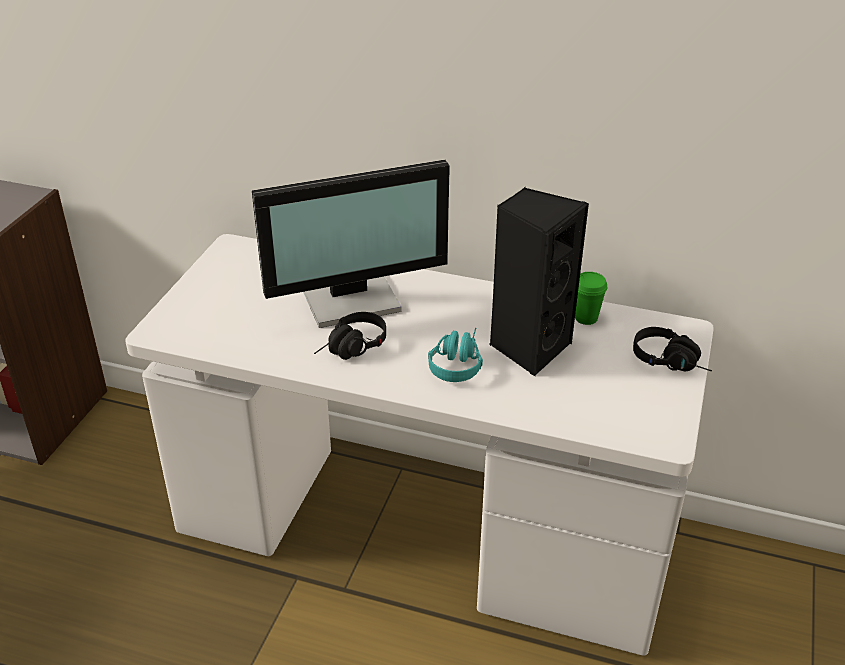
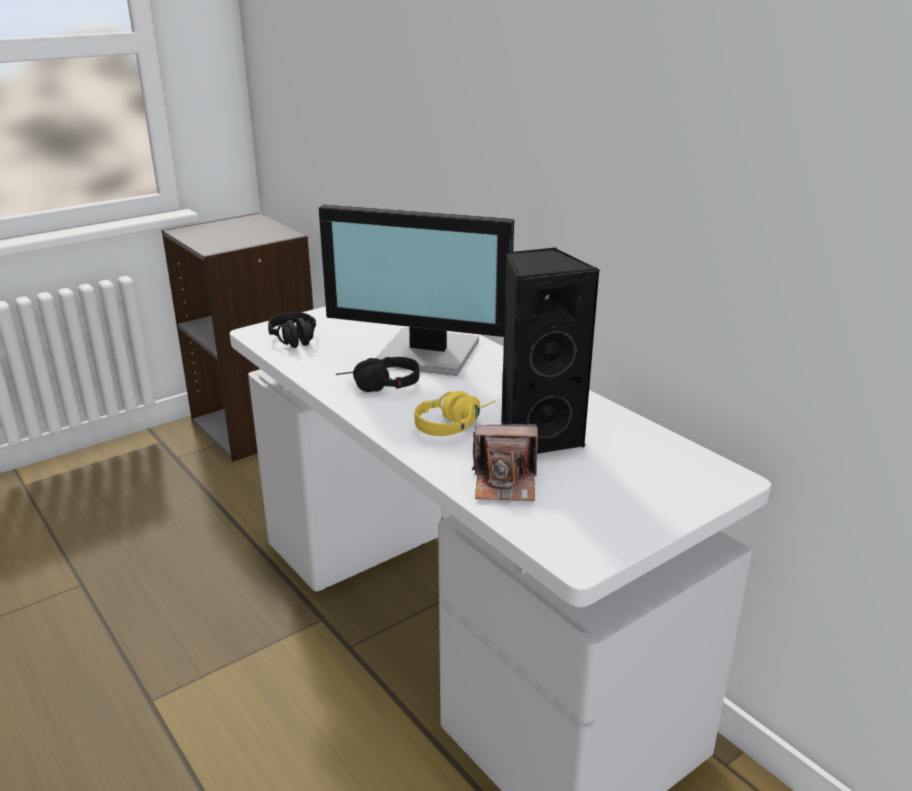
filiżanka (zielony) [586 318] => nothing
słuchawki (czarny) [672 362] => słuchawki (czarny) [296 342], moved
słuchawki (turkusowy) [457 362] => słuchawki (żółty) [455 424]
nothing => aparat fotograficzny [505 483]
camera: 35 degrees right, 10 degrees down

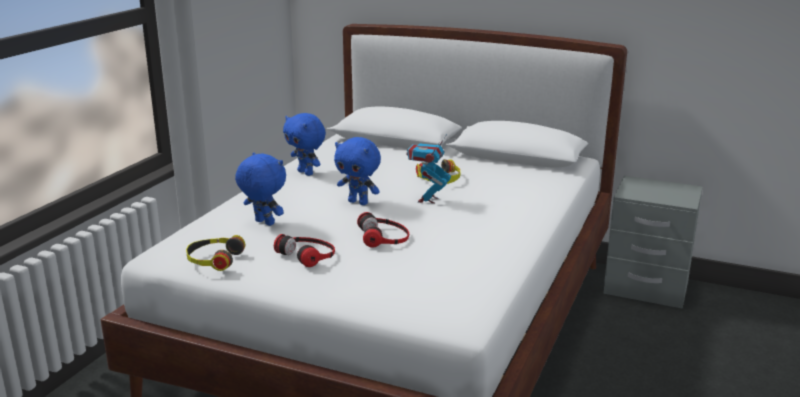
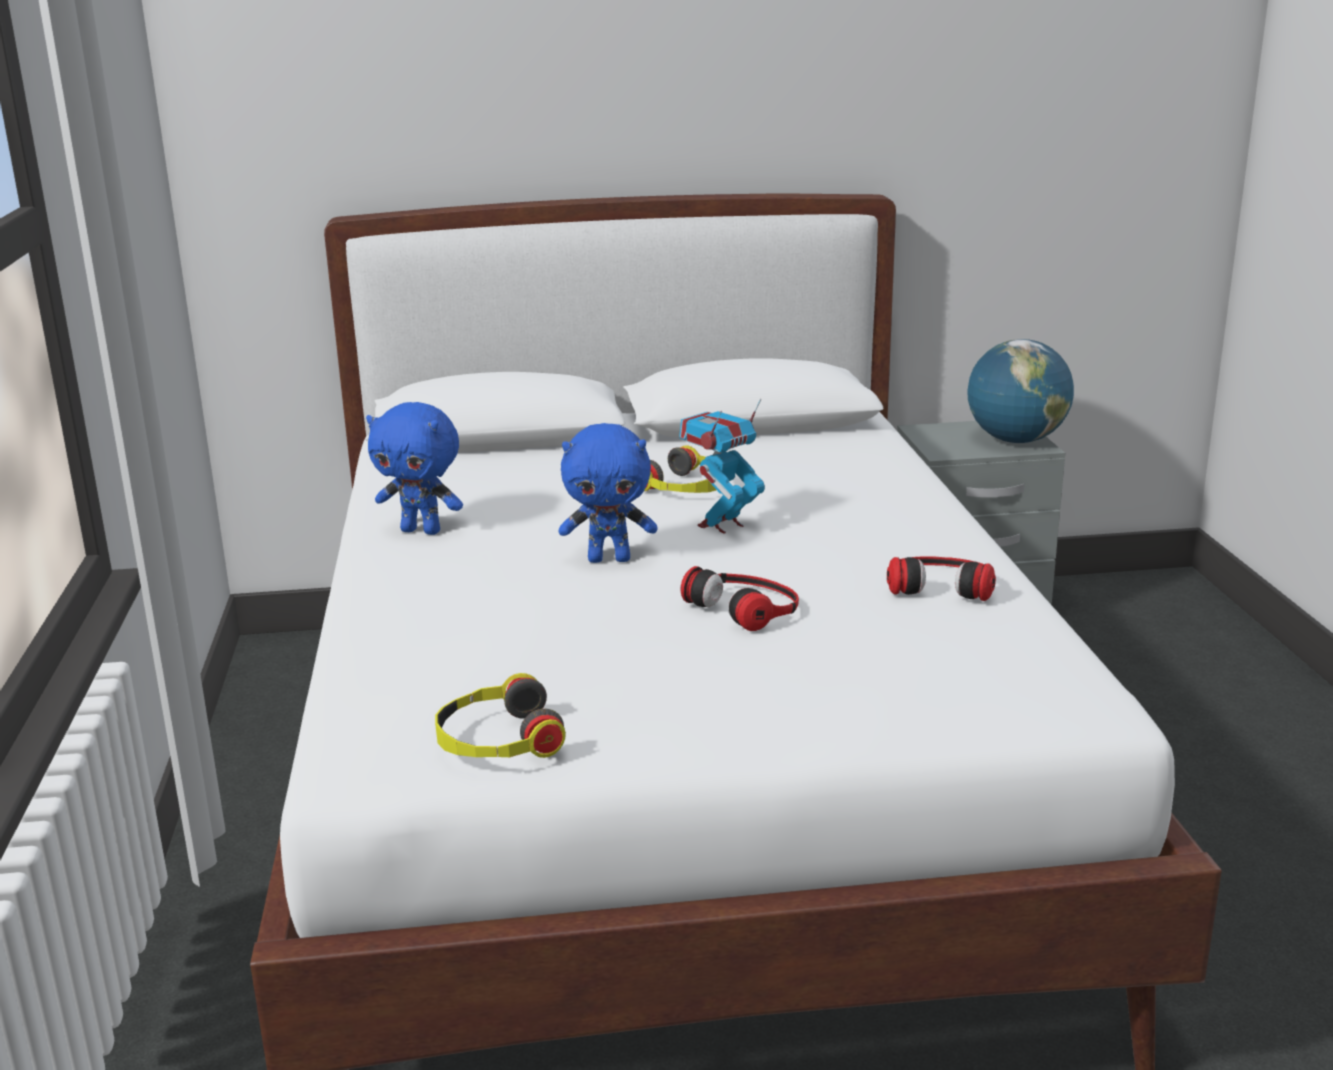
robot zabawkowy [428 200] => robot zabawkowy [721 525], 60 degrees clockwise
pluszak (niebieski) [263 223] => nothing
słuchawki [308 254] => słuchawki [940 584], moved
nothing => globus [1016 440]
camera: 30 degrees left, 0 degrees up

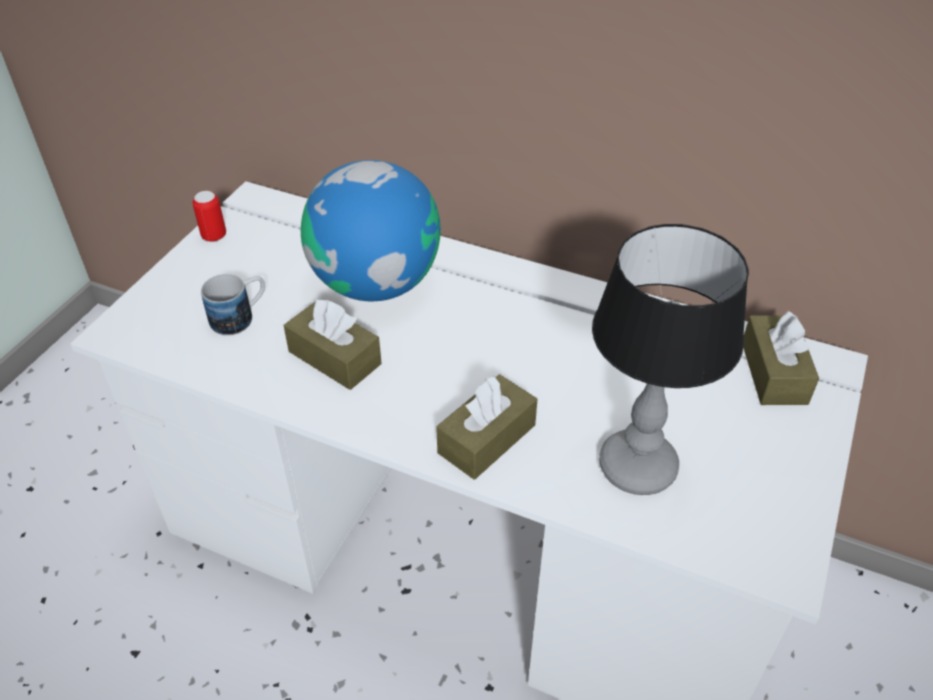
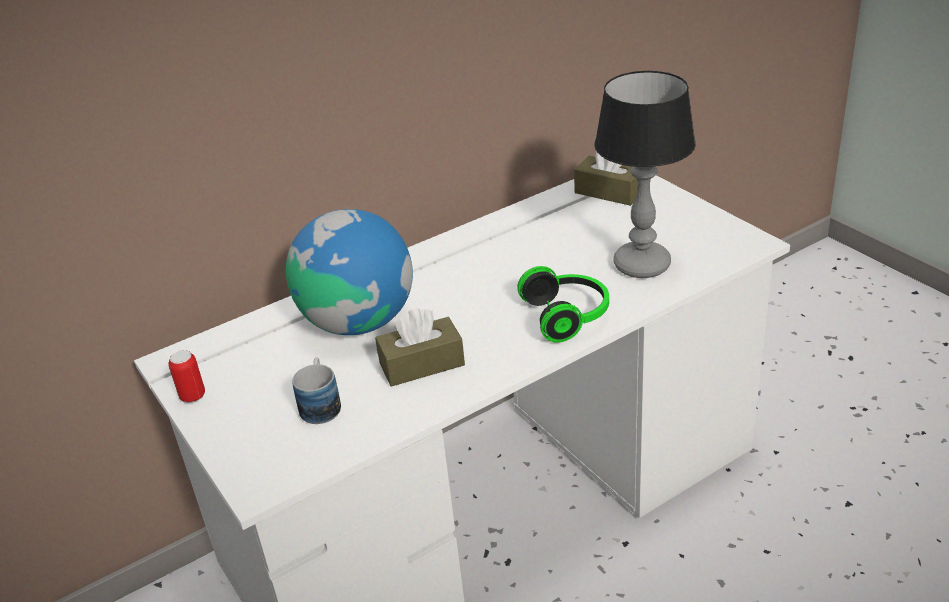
pudełko chusteczek (brązowy) [486 439] => słuchawki [568 316]
camera: 55 degrees left, 10 degrees down

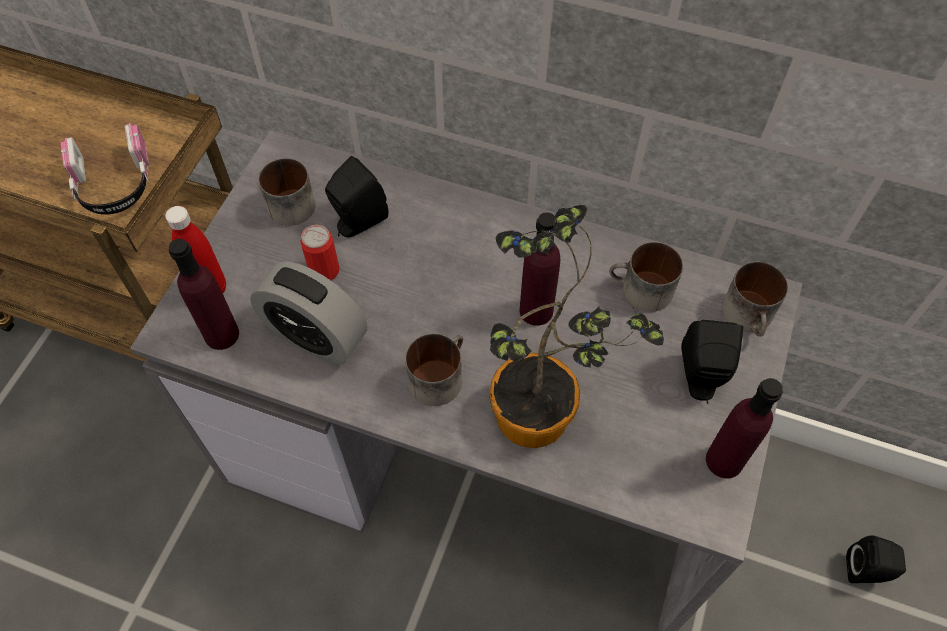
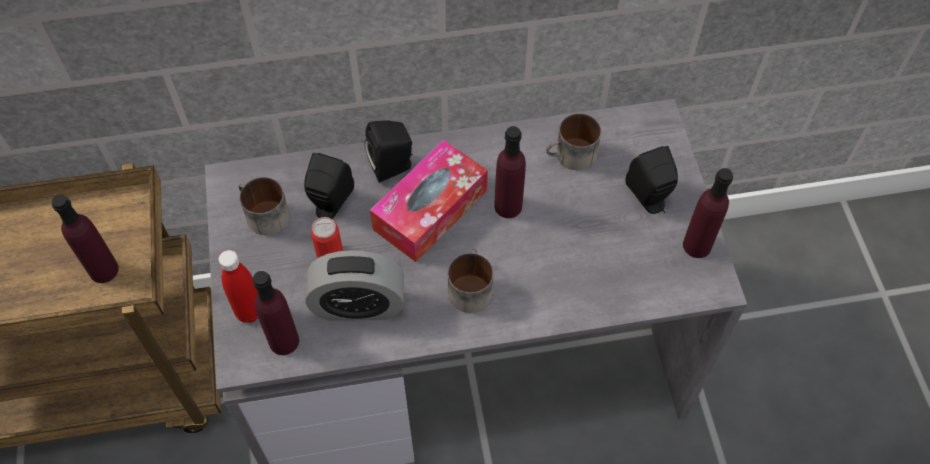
słuchawki [114 185] => butelka (fioletowy) [104 270]
roślina doniczkowa [543 417] => nothing
kubek [750 317] => nothing
głośnik (czarny) [867 571] => głośnik (czarny) [393 166], moved
nothing => pudełko chusteczek [430 210]
camera: 30 degrees left, 0 degrees up

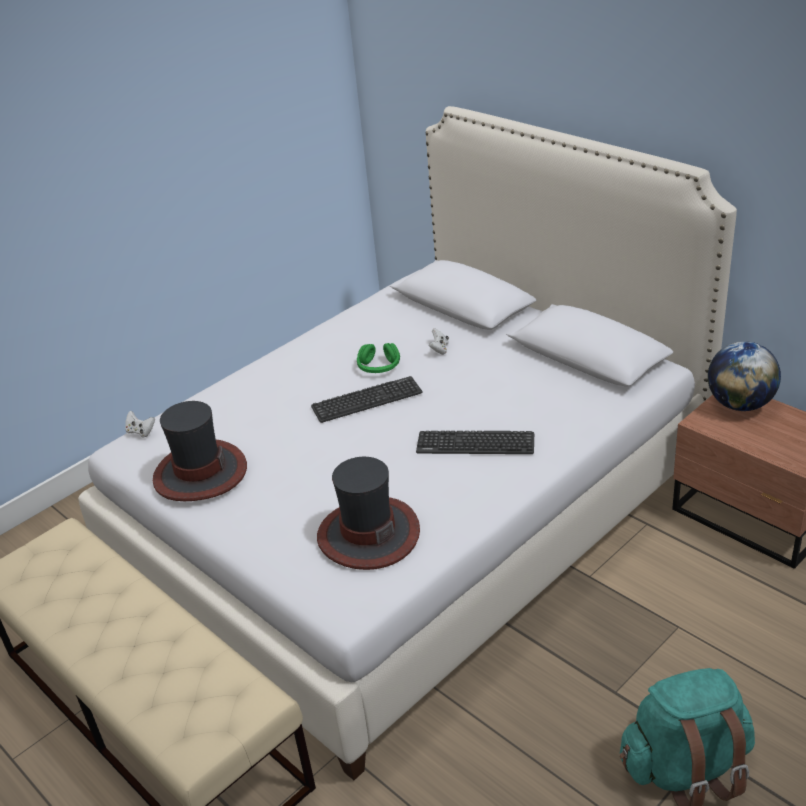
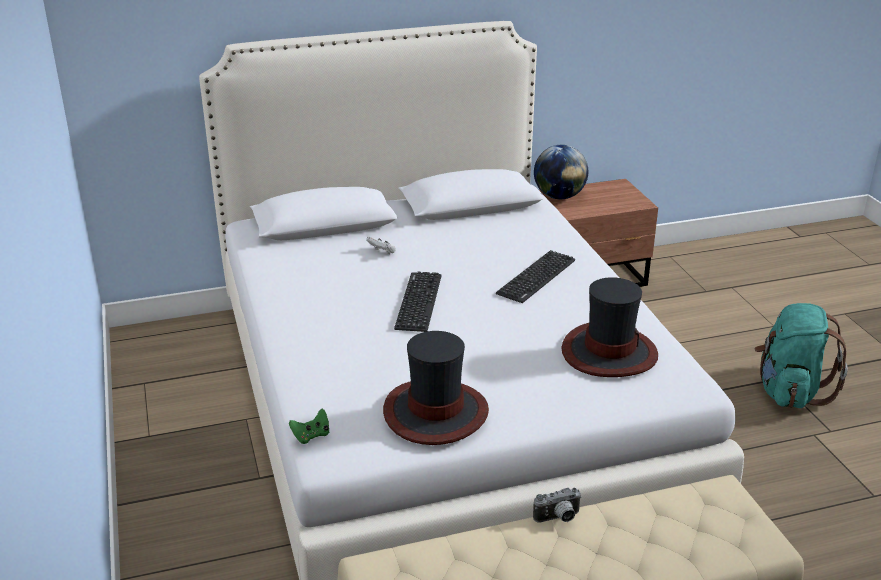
słuchawki (zielony) [379 367] => nothing
pad do gier (biały) [141 432] => pad do gier (zielony) [311 436]
nothing => aparat fotograficzny [558 519]
camera: 65 degrees left, 5 degrees down

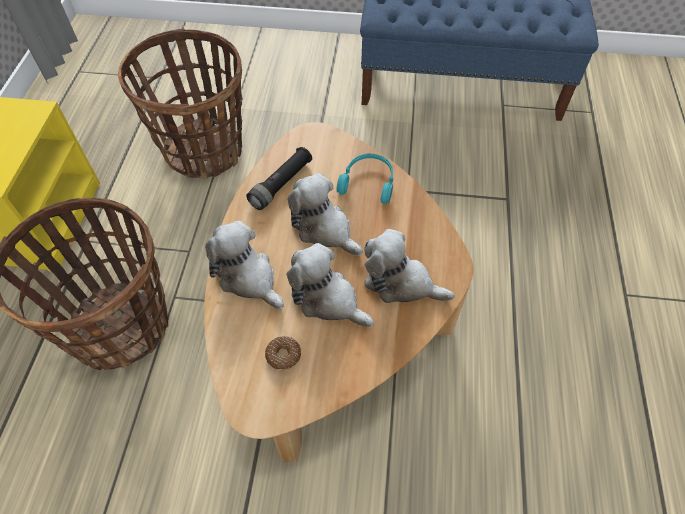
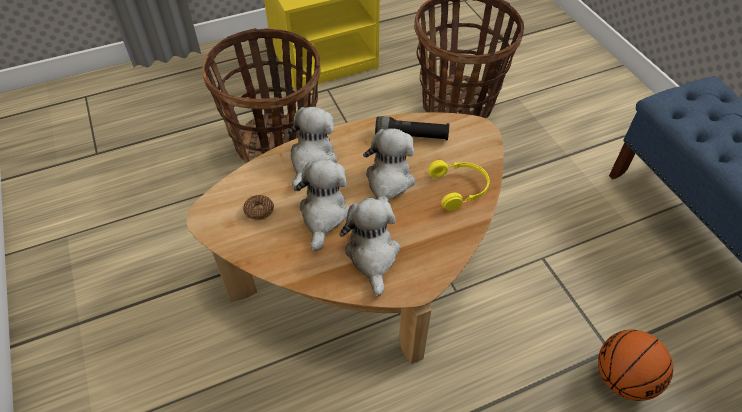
słuchawki (turkusowy) [368 182] => słuchawki (żółty) [460 188]
nothing => piłka do koszykówki [623 378]
camera: 60 degrees right, 5 degrees down

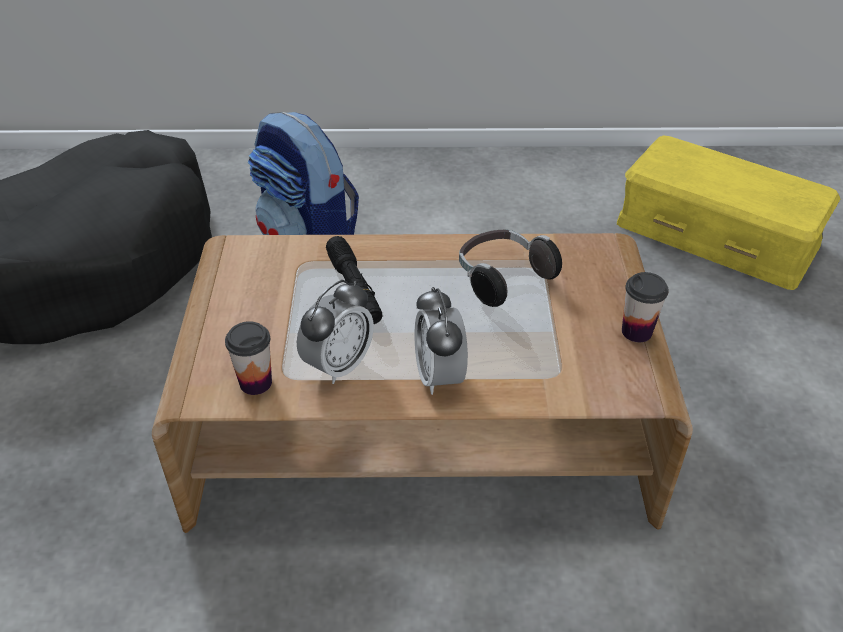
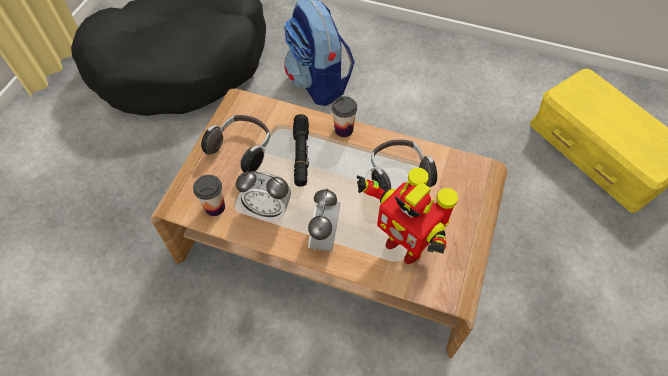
filiżanka [636 331] => filiżanka [343 130], moved
budzik [338 365] => budzik [267 210], 45 degrees clockwise
nothing => słuchawki [242 149]
nothing => robot zabawkowy [404 244]
camera: 20 degrees right, 15 degrees up

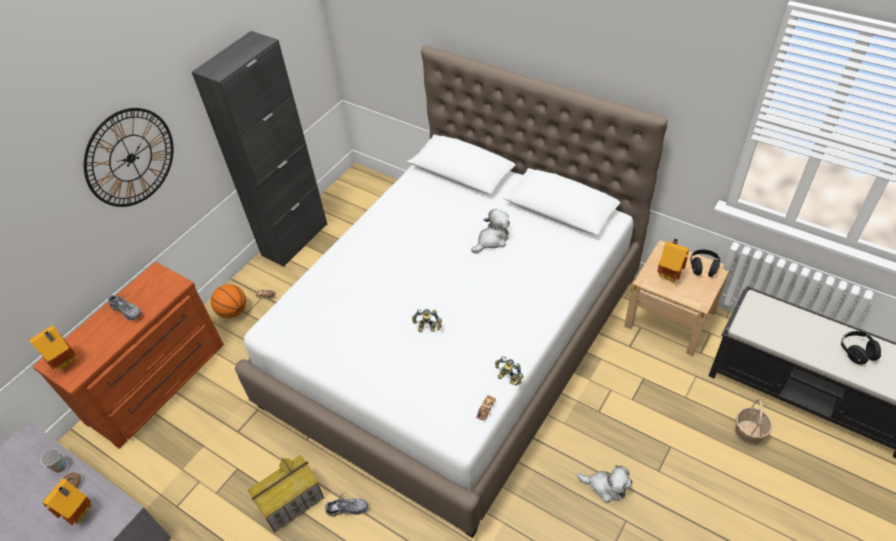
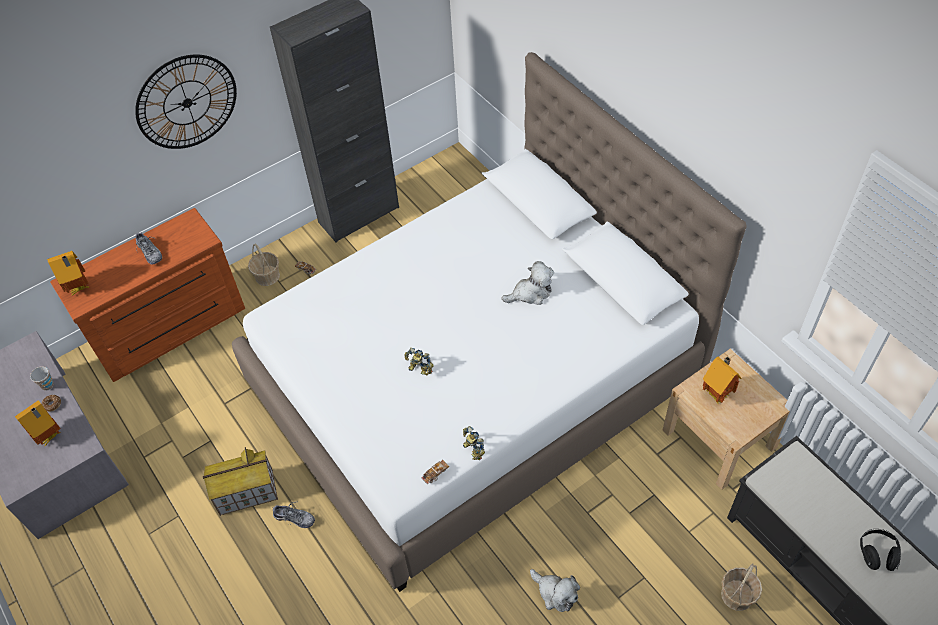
słuchawki (czarny) [703 268] => nothing
piłka do koszykówki [233 311] => koszyk [267 276]
camera: 20 degrees right, 5 degrees up

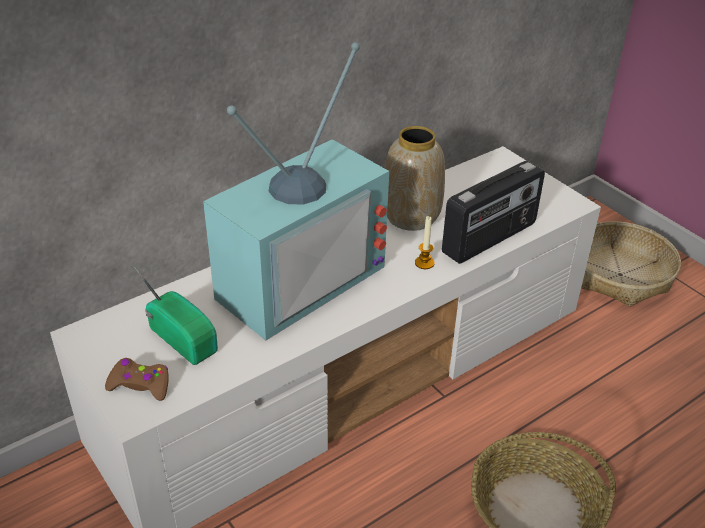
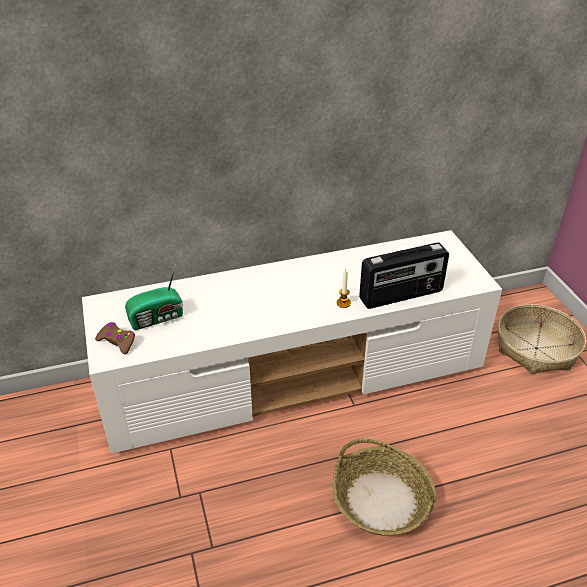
telewizor [297 277] => nothing
wazon [411 216] => nothing
radio [183 338] => radio [158 318], 90 degrees clockwise
camera: 20 degrees right, 0 degrees up

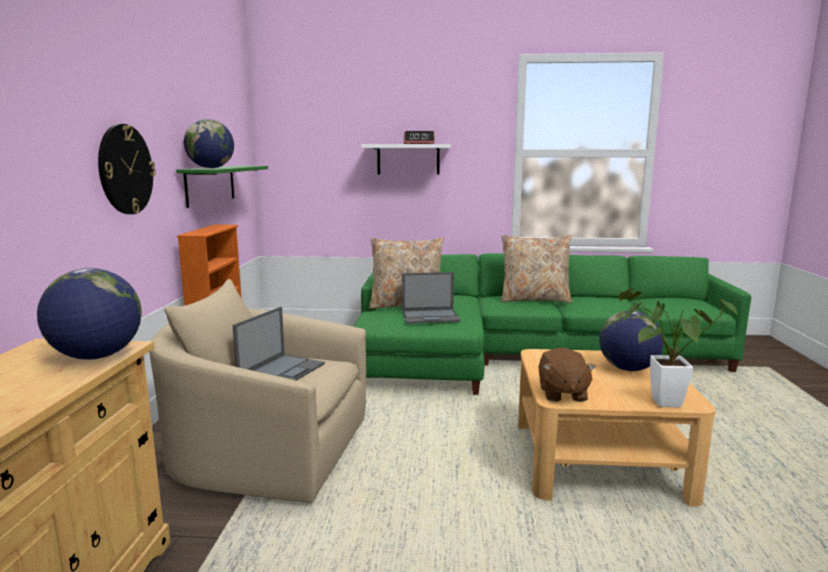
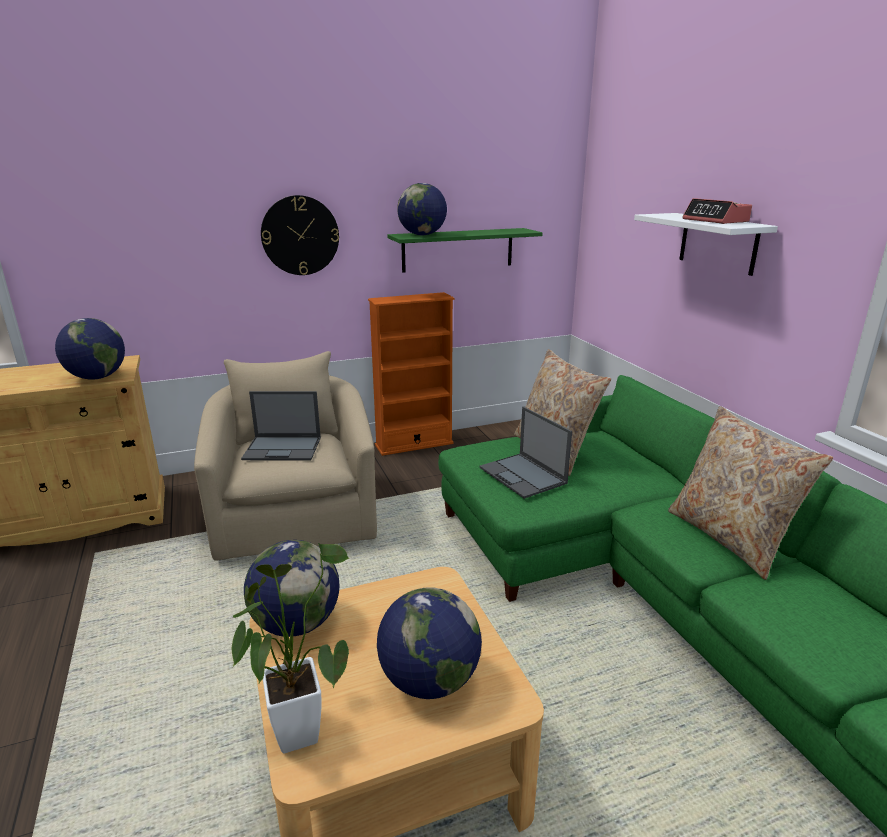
pluszak (brązowy) [562 394] => globus [296 624]
camera: 65 degrees right, 10 degrees up

